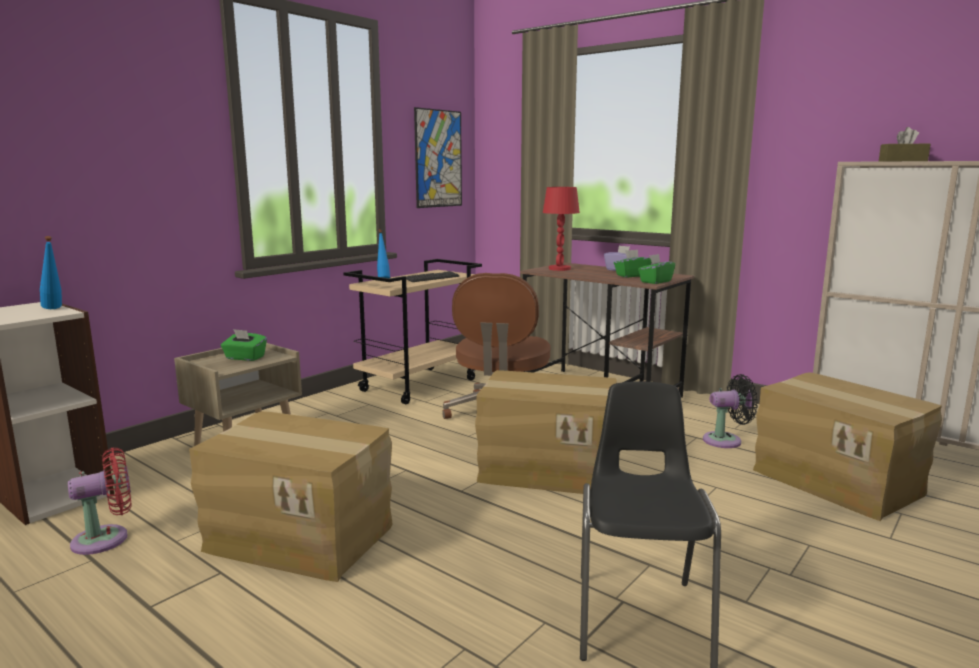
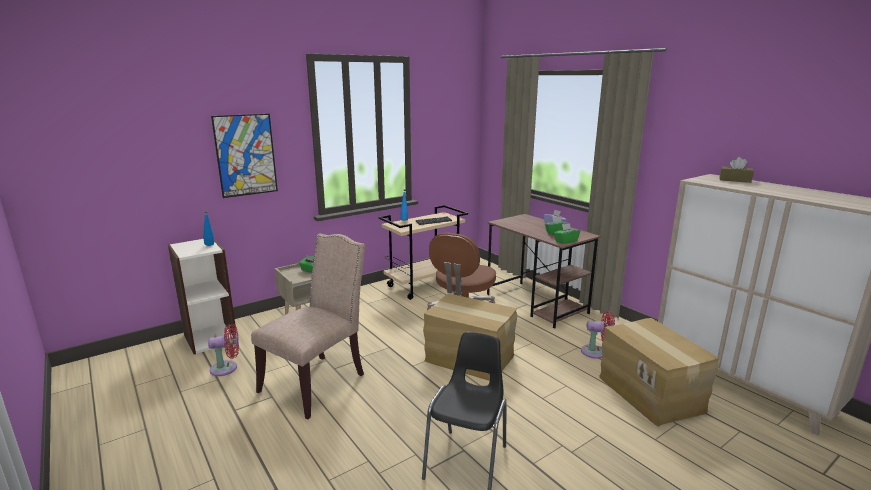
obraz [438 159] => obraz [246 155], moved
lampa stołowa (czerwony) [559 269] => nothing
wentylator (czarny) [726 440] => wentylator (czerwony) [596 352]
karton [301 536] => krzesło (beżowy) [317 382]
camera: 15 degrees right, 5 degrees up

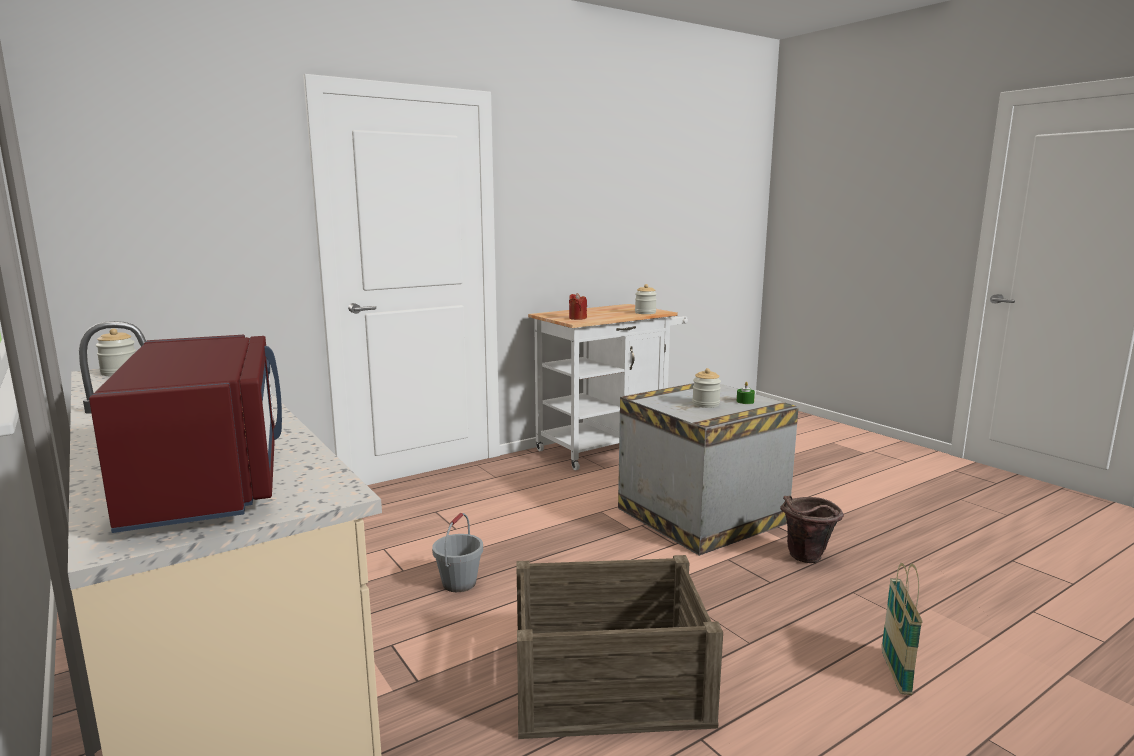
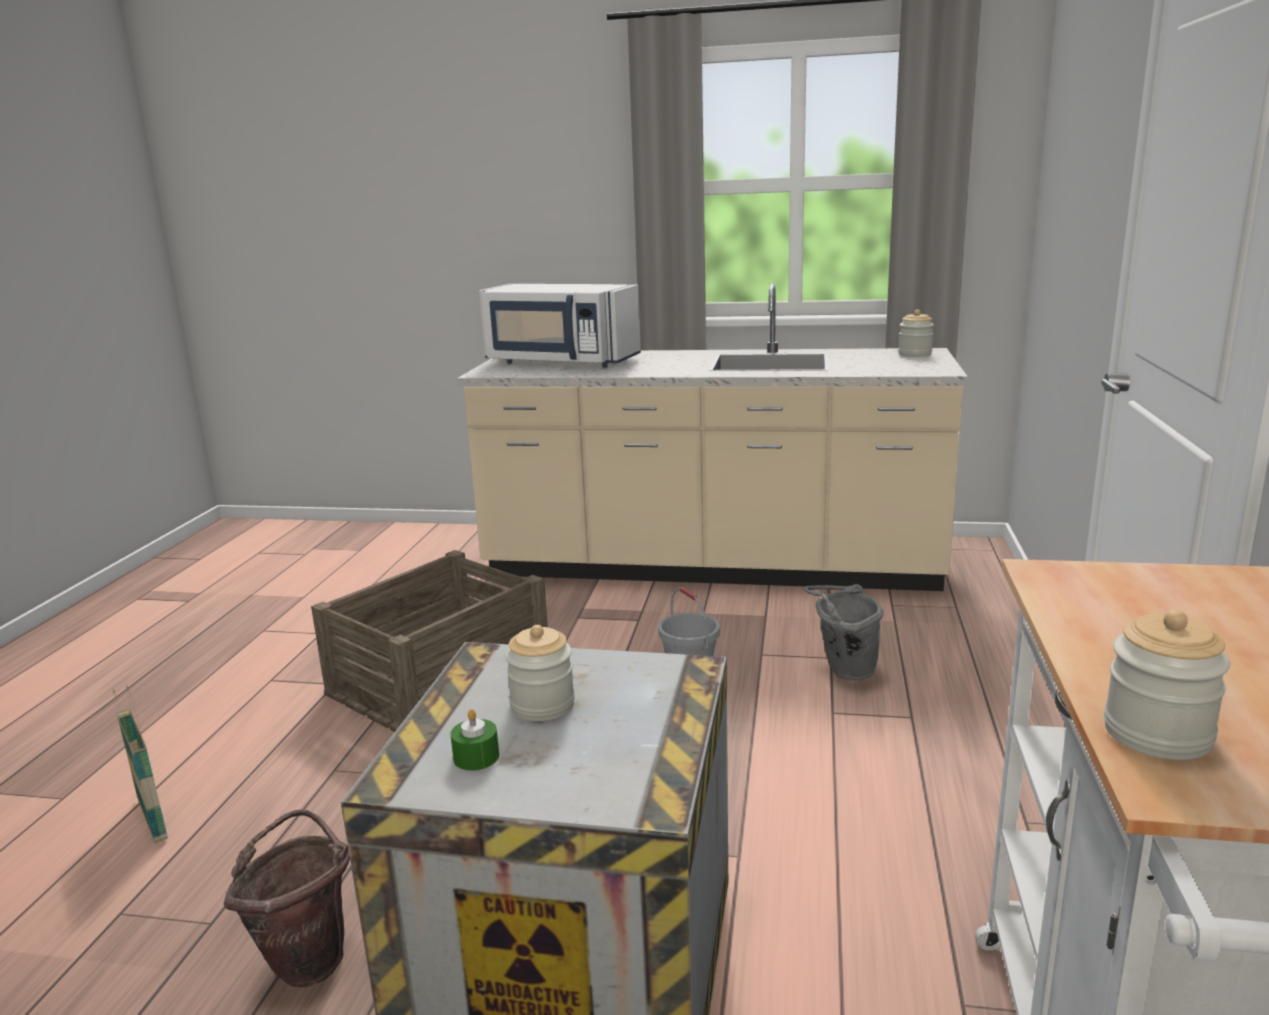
świeca (czerwony) [577 318] => nothing
mikrofalówka (czerwony) [210 480] => mikrofalówka (biały) [560 362]
nothing => wiadro (szary) [843 672]
camera: 135 degrees right, 5 degrees up

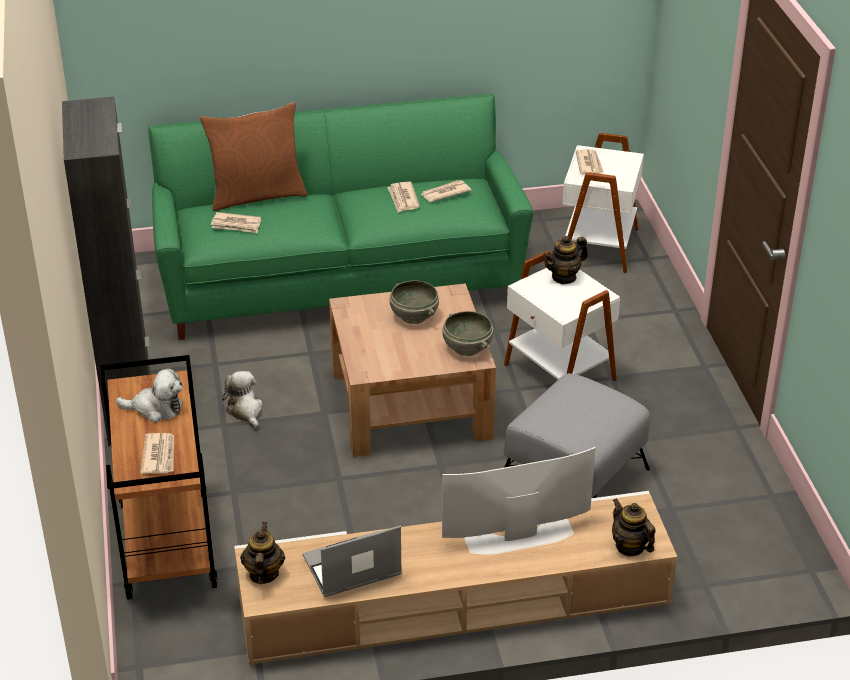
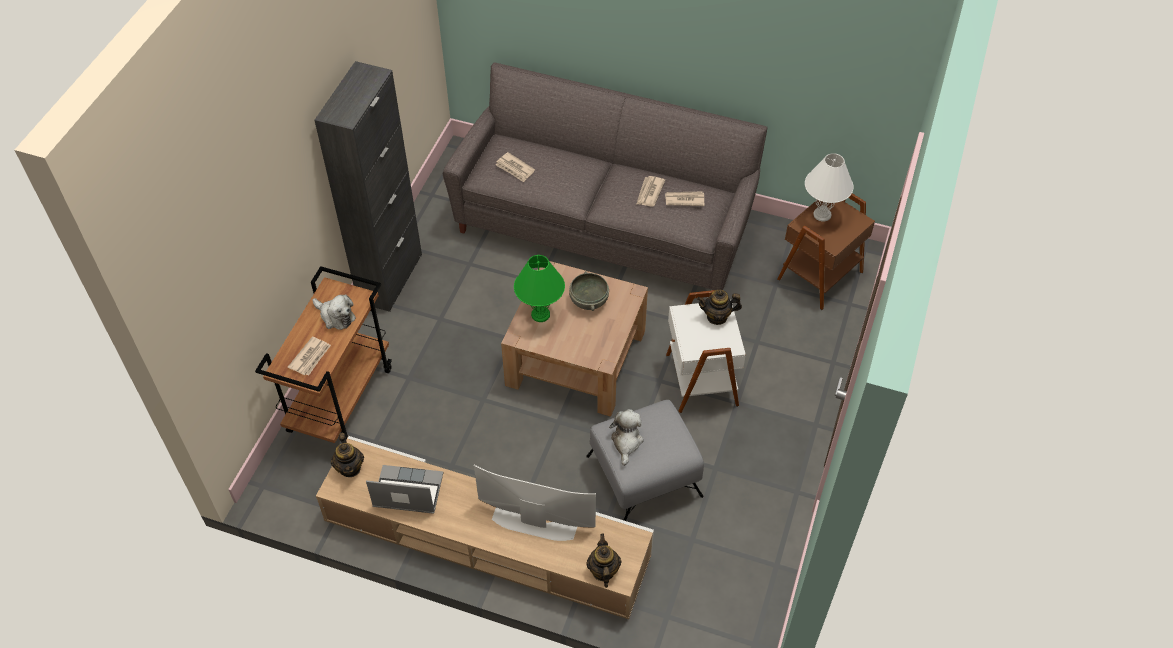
kanapa (zielony) [339 278] => kanapa (szary) [605 224]
poduszka (brązowy) [257 195] => nothing
stolik (biały) [597 245] => stolik (brązowy) [818 274]
gazeta [589 164] => lampa stołowa (biały) [822 214]
miska (szary) [466 347] => nothing
pluszak [245 410] => pluszak [626 442], moved
imbryk [263 574] => imbryk [350 468], 135 degrees clockwise
nothing => lampa stołowa (zielony) [541 314]
camera: 30 degrees right, 15 degrees up

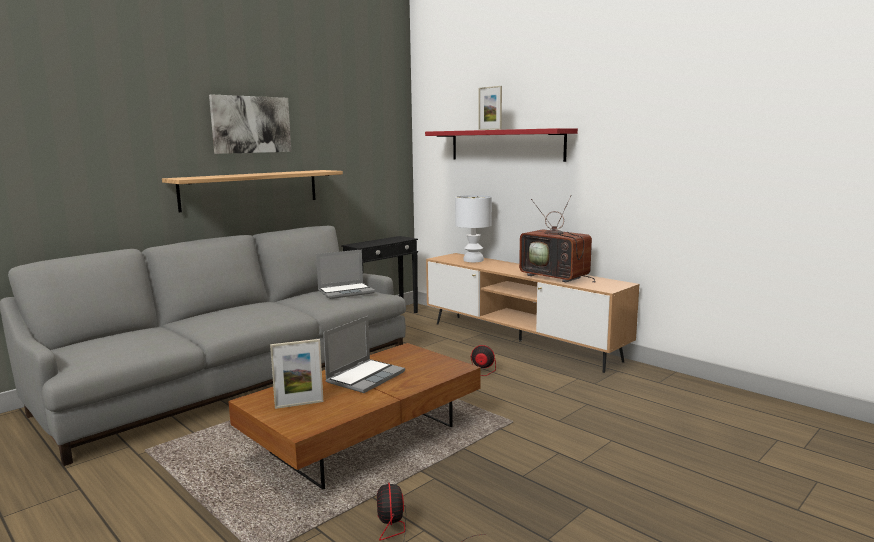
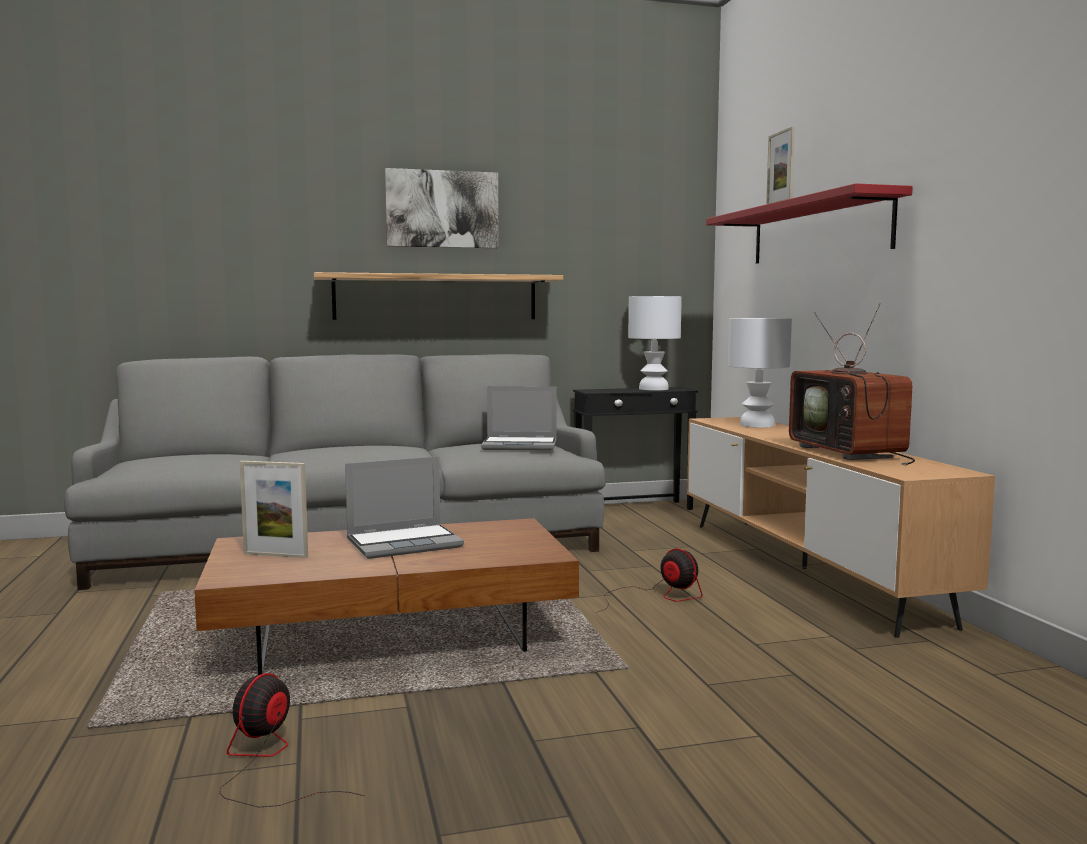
nothing => lampa stołowa (biały) [653 389]
camera: 30 degrees right, 5 degrees down

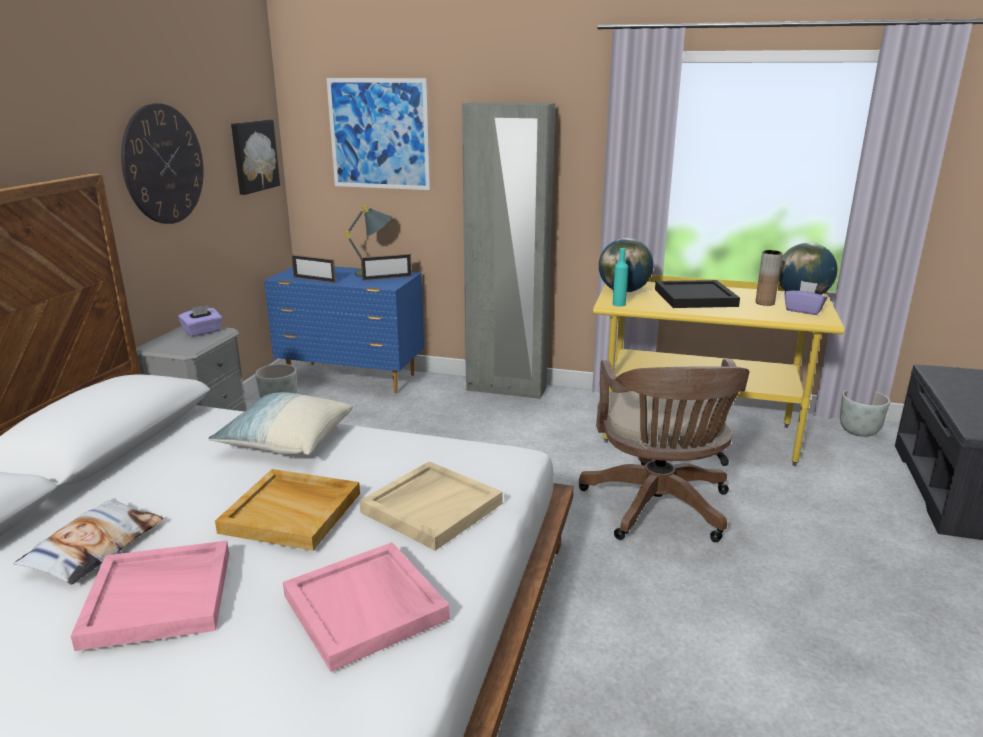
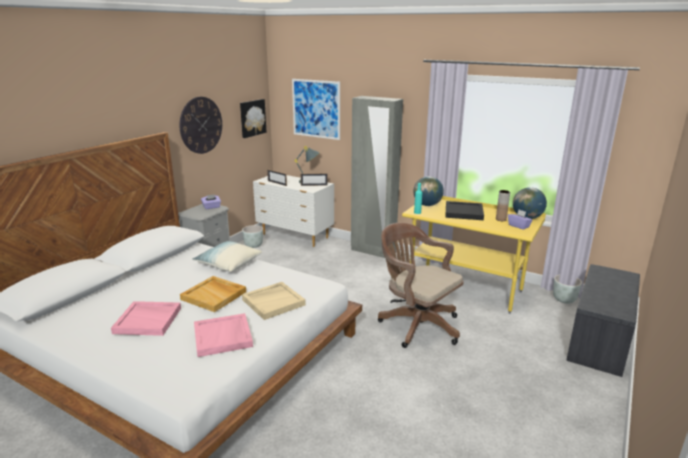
komoda (niebieski) [352 378] => komoda (biały) [295 236]
krzesło biurowe (brązowy) [658 509] => krzesło biurowe (brązowy) [416 324], 120 degrees clockwise
poduszka [95 547] => nothing
camera: 15 degrees right, 0 degrees up

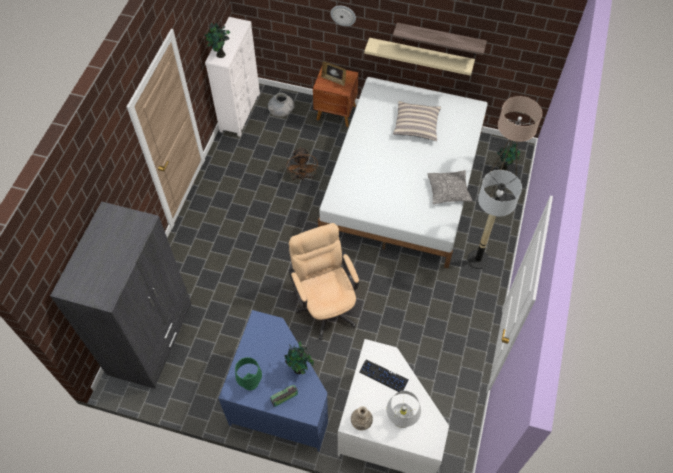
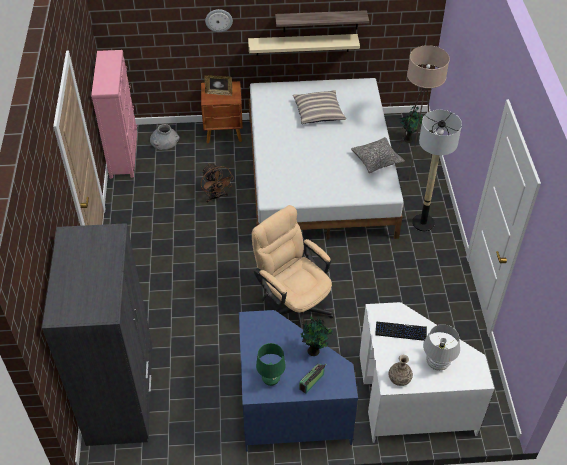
komoda (biały) [241 112] => komoda (różowy) [124 155]
roślina doniczkowa [220 55] => nothing
camera: 20 degrees left, 10 degrees down

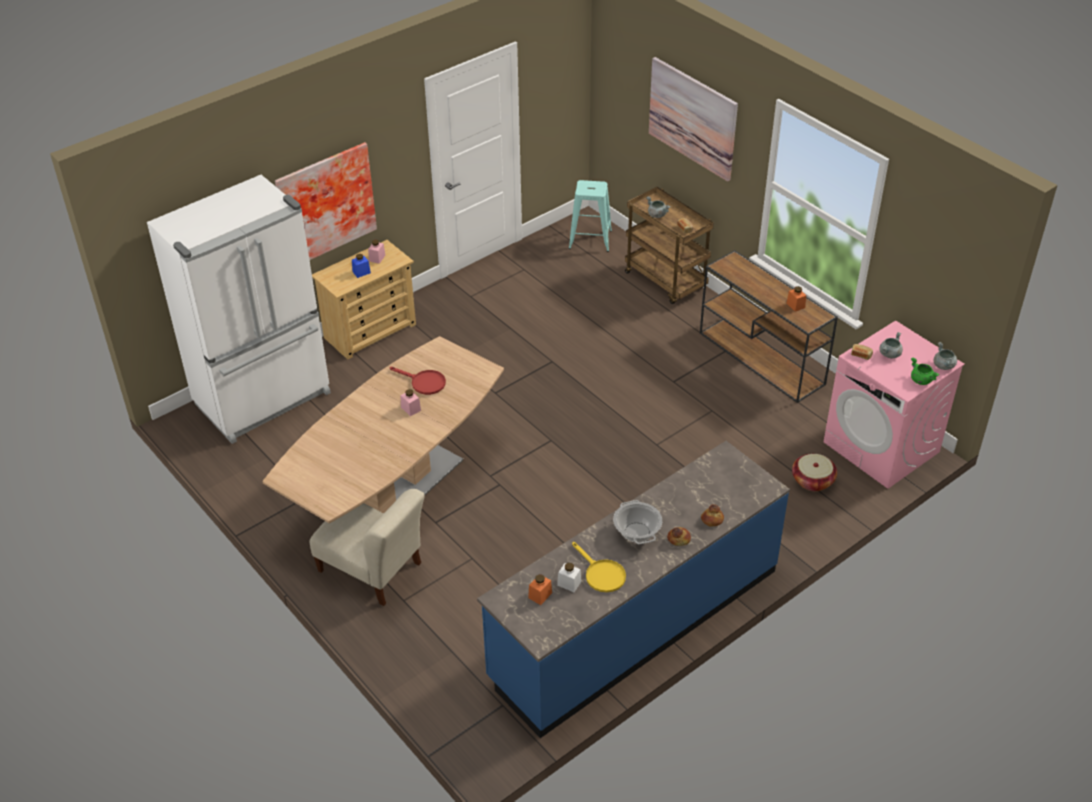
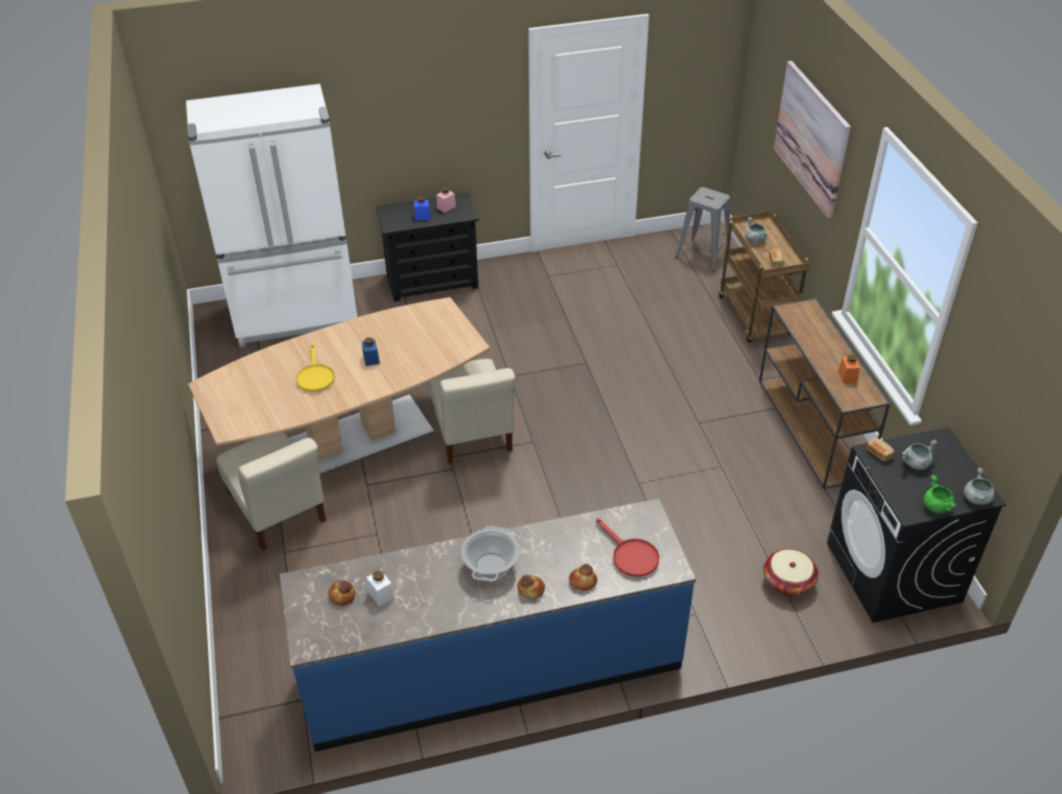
obraz [324 203] => nothing
stołek (turkusowy) [590 239] => stołek (szary) [703 254]
komoda (beżowy) [370 331] => komoda (czarny) [432 281]
pralka (różowy) [882 447] => pralka (czarny) [893 572]
patelnia (czerwony) [424 383] => patelnia (czerwony) [630 555], moved
słoik (różowy) [411 409] => słoik (niebieski) [371 359]
patelnia (żółty) [601 574] => patelnia (żółty) [315 376], moved
słoik (pomarańczowy) [540 595] => chleb [342 595]
nothing => krzesło (beżowy) [471 432]
camera: 25 degrees right, 0 degrees up

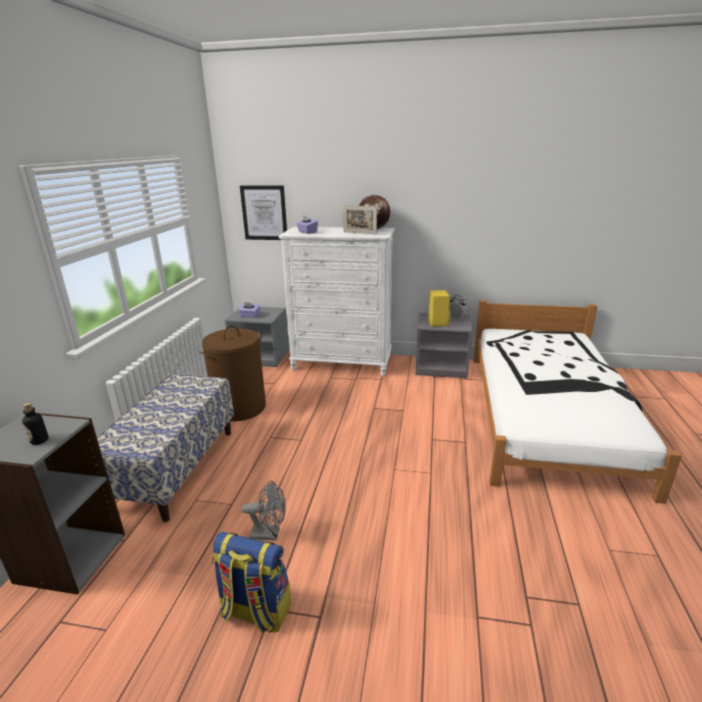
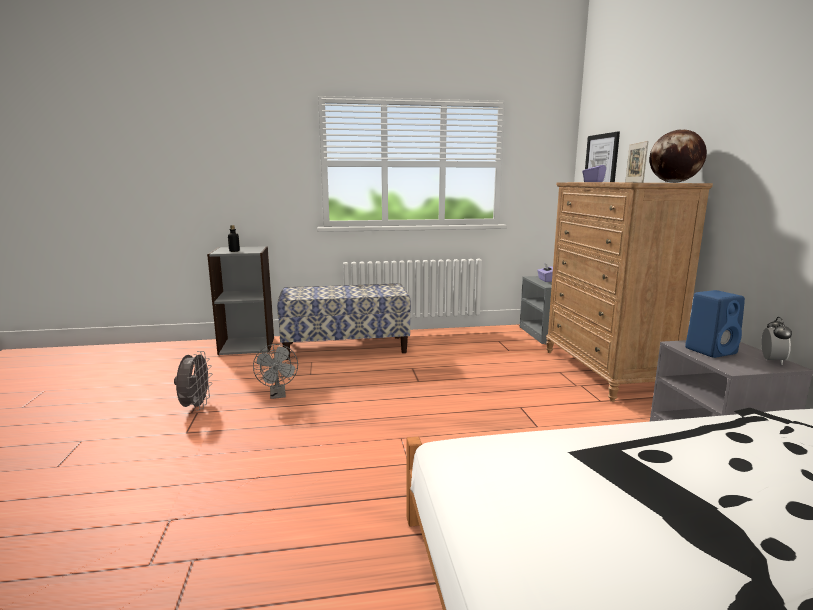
komoda (biały) [342 363] => komoda (brązowy) [604 372]
głośnik (żółty) [437 323] => głośnik (niebieski) [711 350]
kosz na pranie (brązowy) [240 408] => nothing
plecak [255 611] => wentylator (szary) [195 407]
camera: 70 degrees right, 10 degrees down

